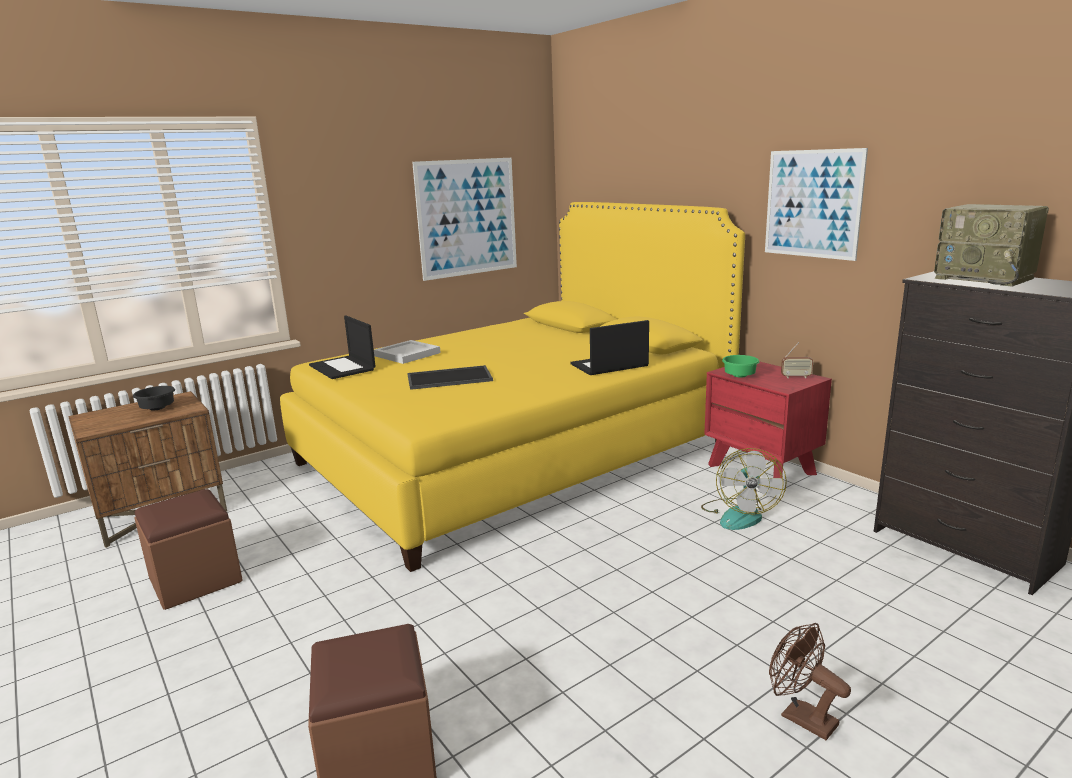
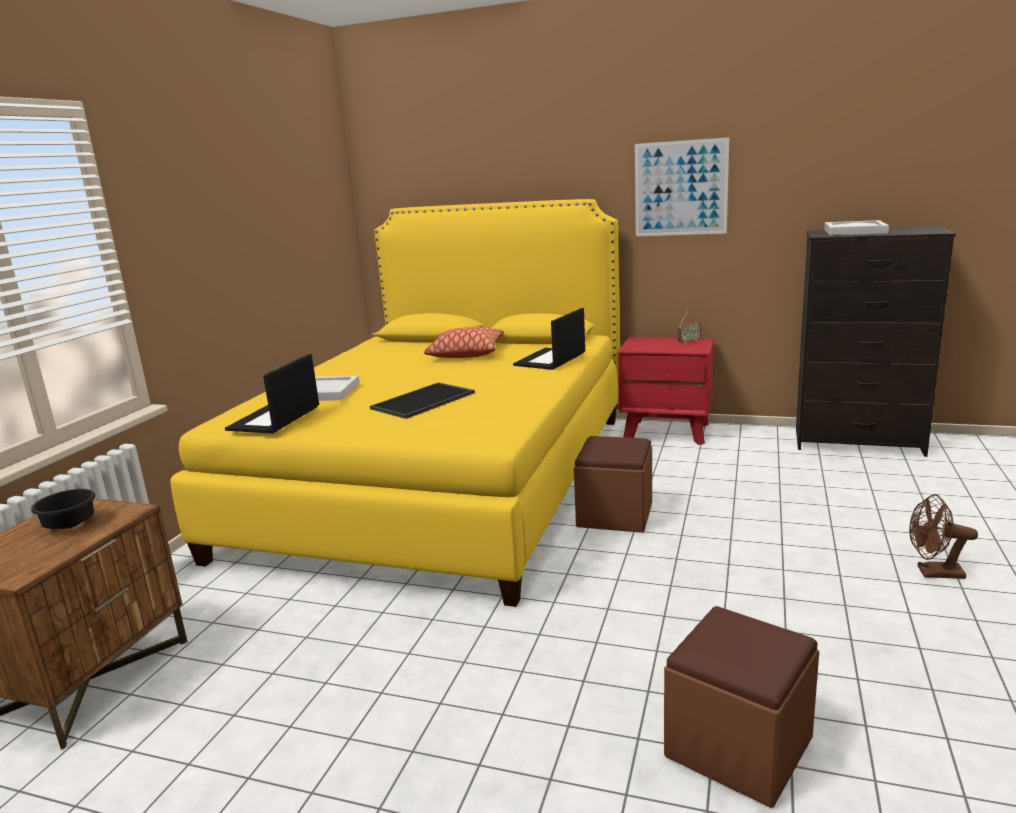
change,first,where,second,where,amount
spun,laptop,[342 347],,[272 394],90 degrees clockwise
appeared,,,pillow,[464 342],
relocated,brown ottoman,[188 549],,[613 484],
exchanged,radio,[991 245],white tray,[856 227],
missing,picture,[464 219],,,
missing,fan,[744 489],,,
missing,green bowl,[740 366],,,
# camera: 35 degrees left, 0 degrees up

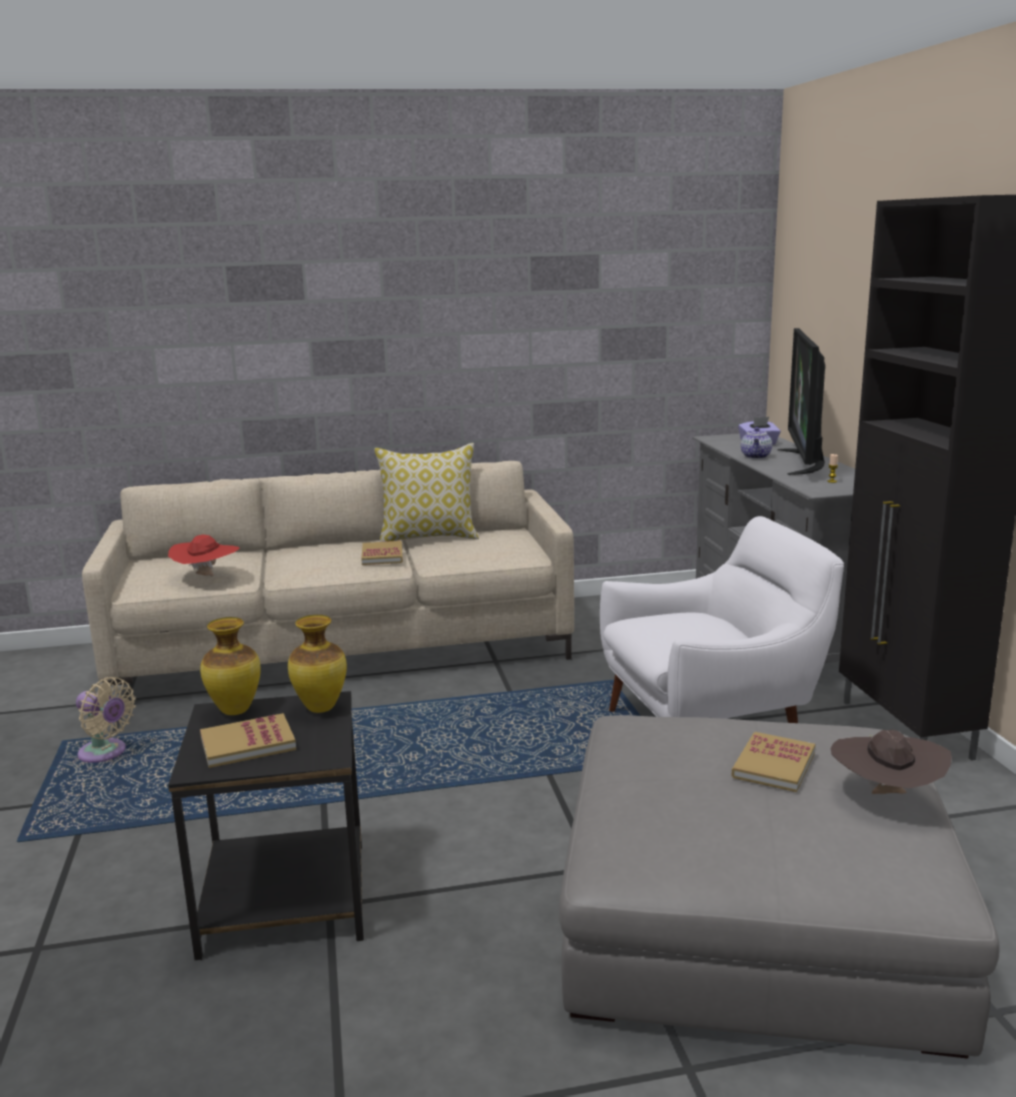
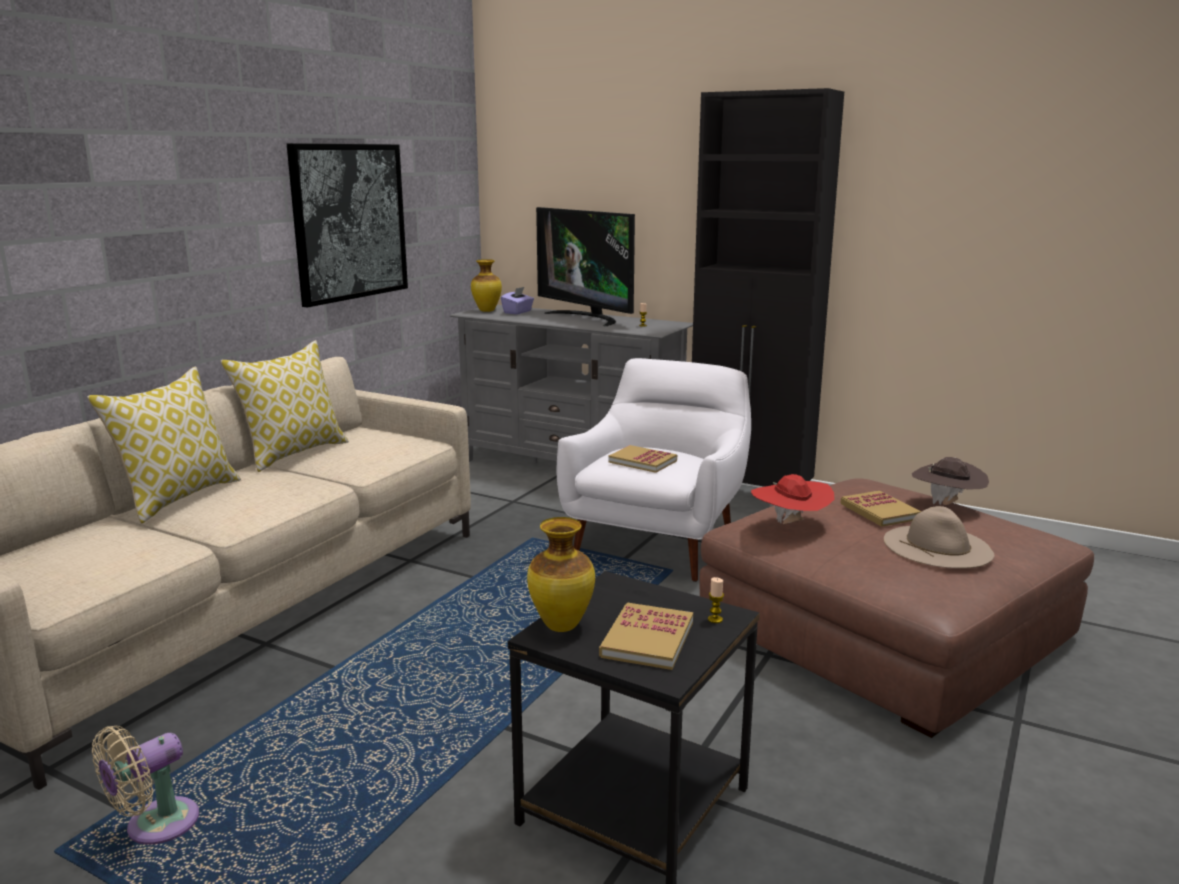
change,first,where,second,where,amount
appeared,,,pillow,[164 444],
spun,beige fan,[106 720],,[145 785],150 degrees clockwise
appeared,,,picture,[347 225],
relocated,vase,[317 664],,[486 285],
relocated,book,[382 553],,[642 459],
colour,grey ottoman,[779 887],brown ottoman,[896 608],
appeared,,,candle,[716 600],
relocated,red hat,[203 555],,[792 499],
appeared,,,beige hat,[939 537],
missing,teapot,[756 443],,,
# camera: 50 degrees left, 0 degrees up

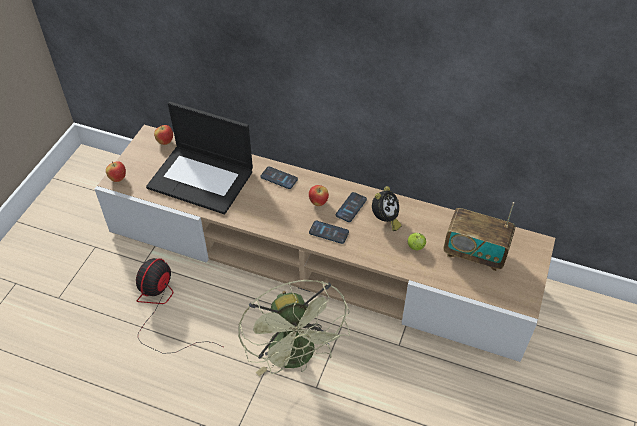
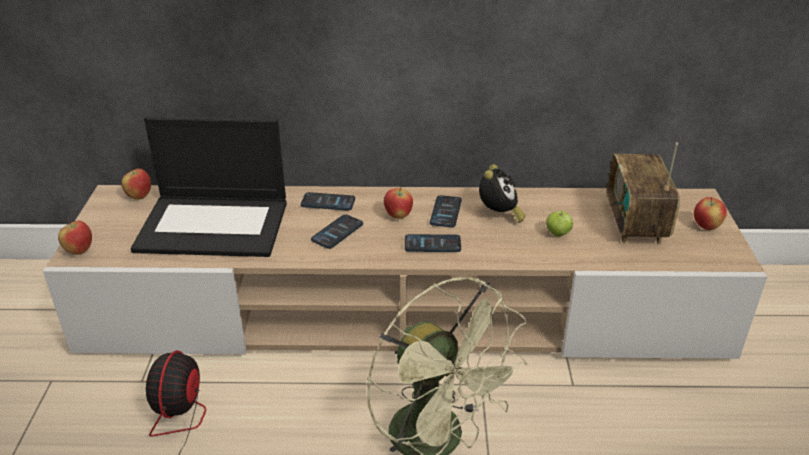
change,first,where,second,where,amount
appeared,,,phone,[337 231],
spun,radio,[479 236],,[643 193],90 degrees clockwise
appeared,,,apple,[710 213],
# camera: 20 degrees left, 15 degrees down

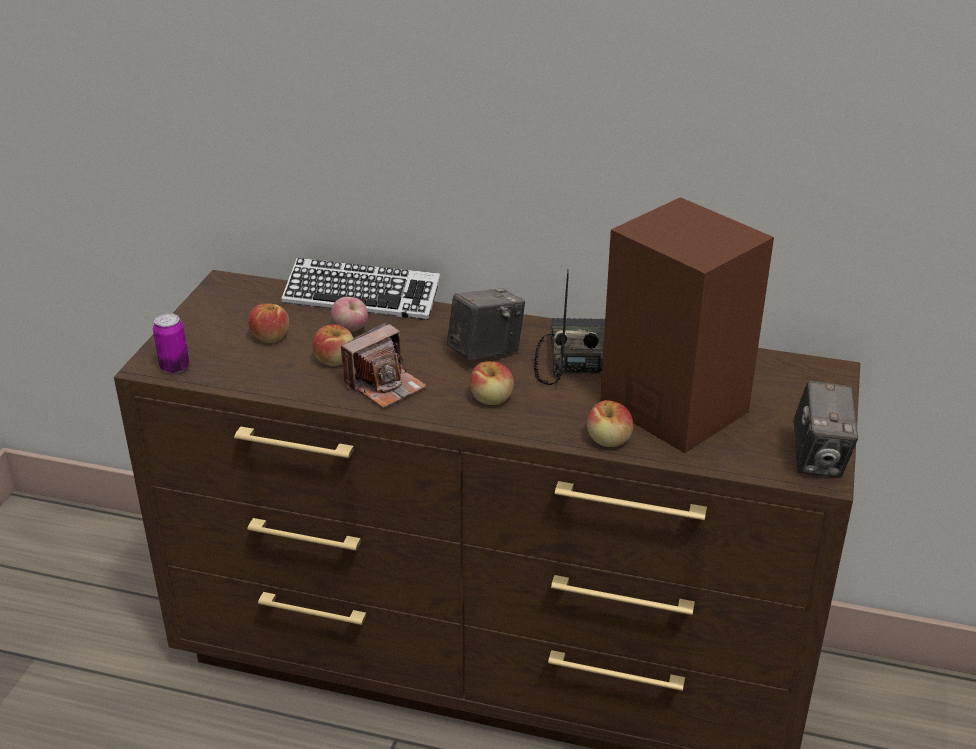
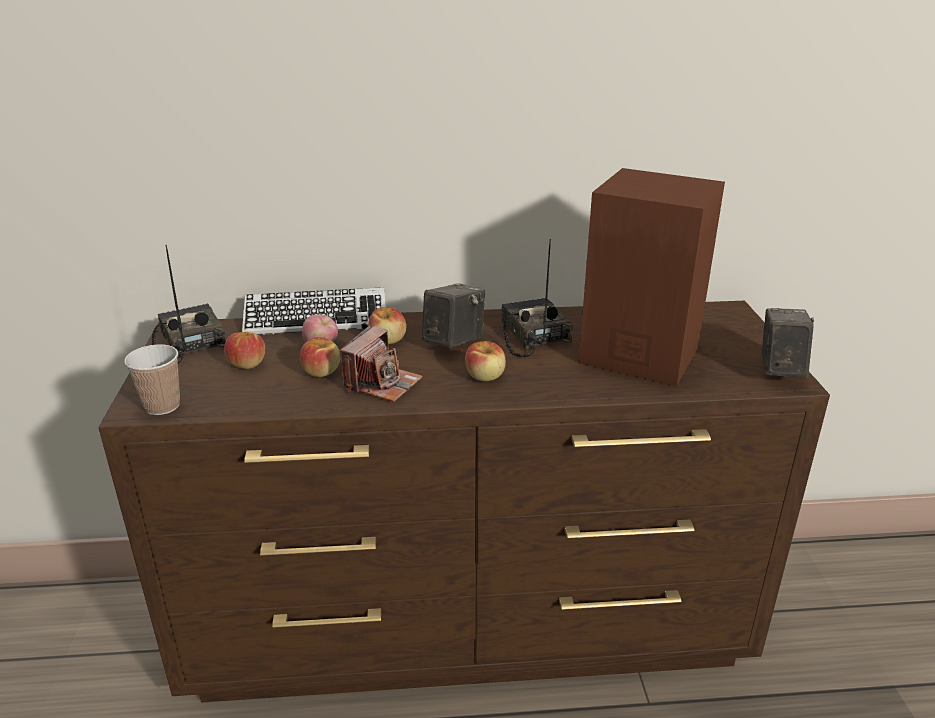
change,first,where,second,where,amount
exchanged,can,[171 343],cup,[152 379],
appeared,,,radio,[189 304],
relocated,apple,[610 423],,[387 325],
spun,photo camera,[825 429],,[788 343],150 degrees counterclockwise
# camera: 20 degrees left, 5 degrees down

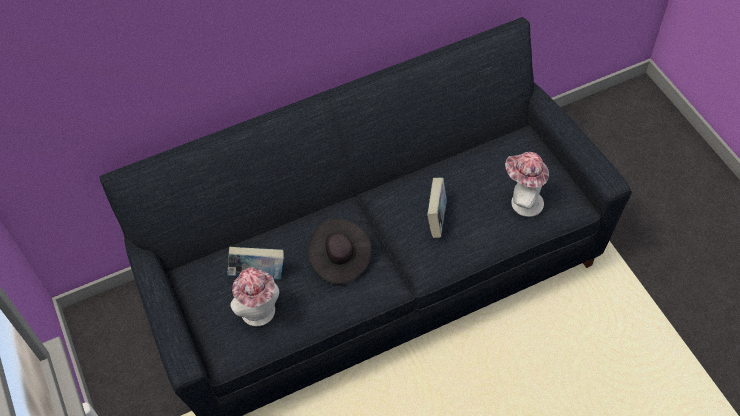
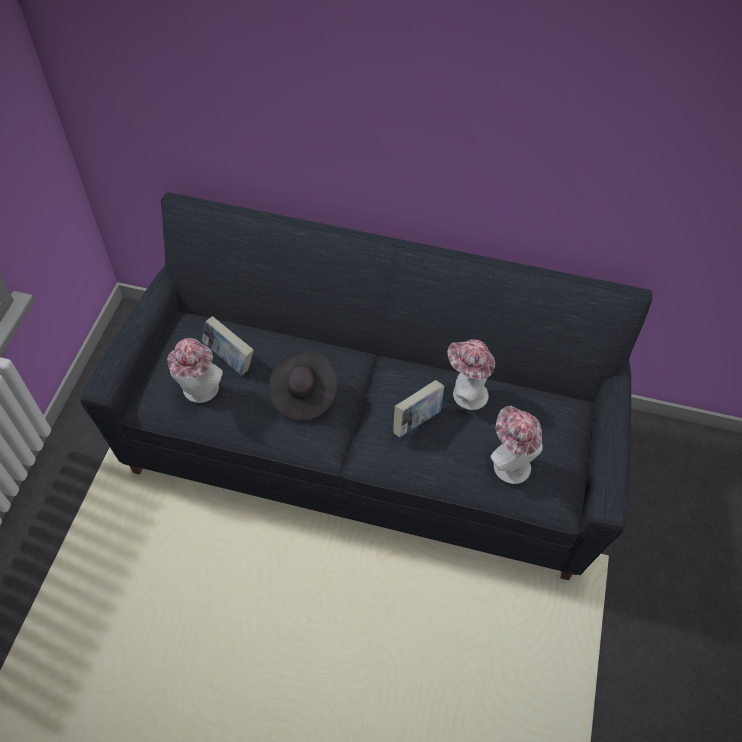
change,first,where,second,where,amount
appeared,,,hat,[471 374],
# camera: 35 degrees right, 0 degrees up

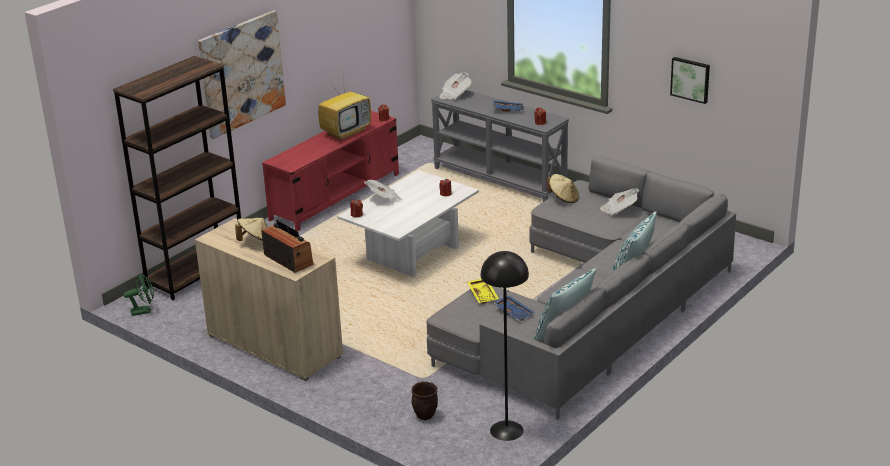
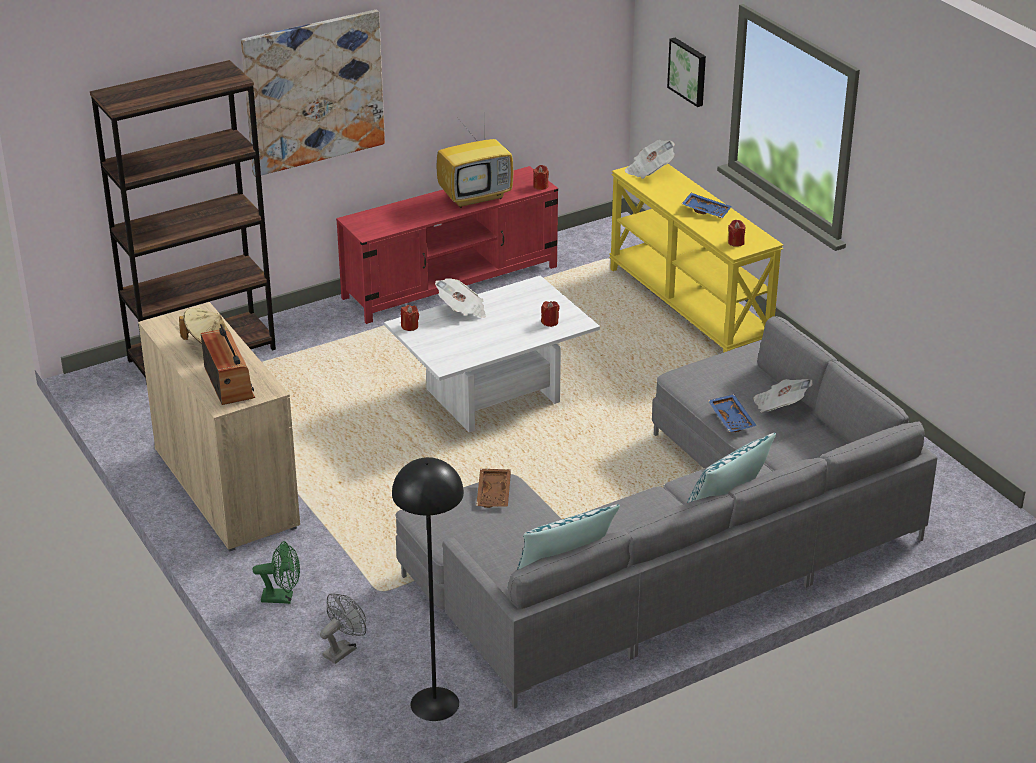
change,first,where,second,where,amount
relocated,green fan,[139 294],,[276 572],
exchanged,brown planter,[424 401],grey fan,[343 628],
colour,yellow tray,[483 291],brown tray,[493 488],
colour,grey console table,[500 146],yellow console table,[696 258],
relocated,picture,[690 80],,[686 72],
relocated,blue tray,[513 308],,[732 413],
missing,beige hat,[563 188],,,
# camera: 20 degrees right, 5 degrees up

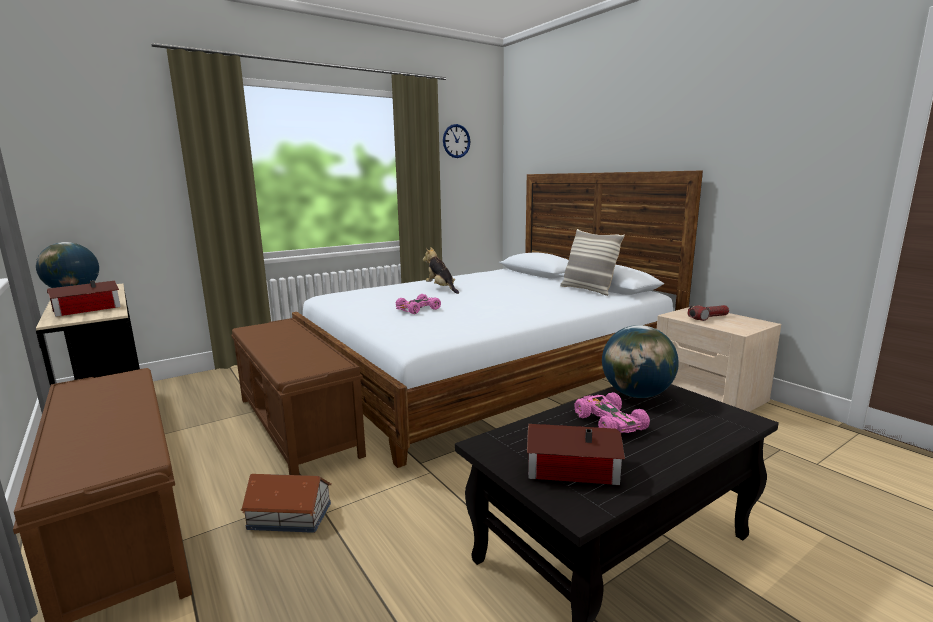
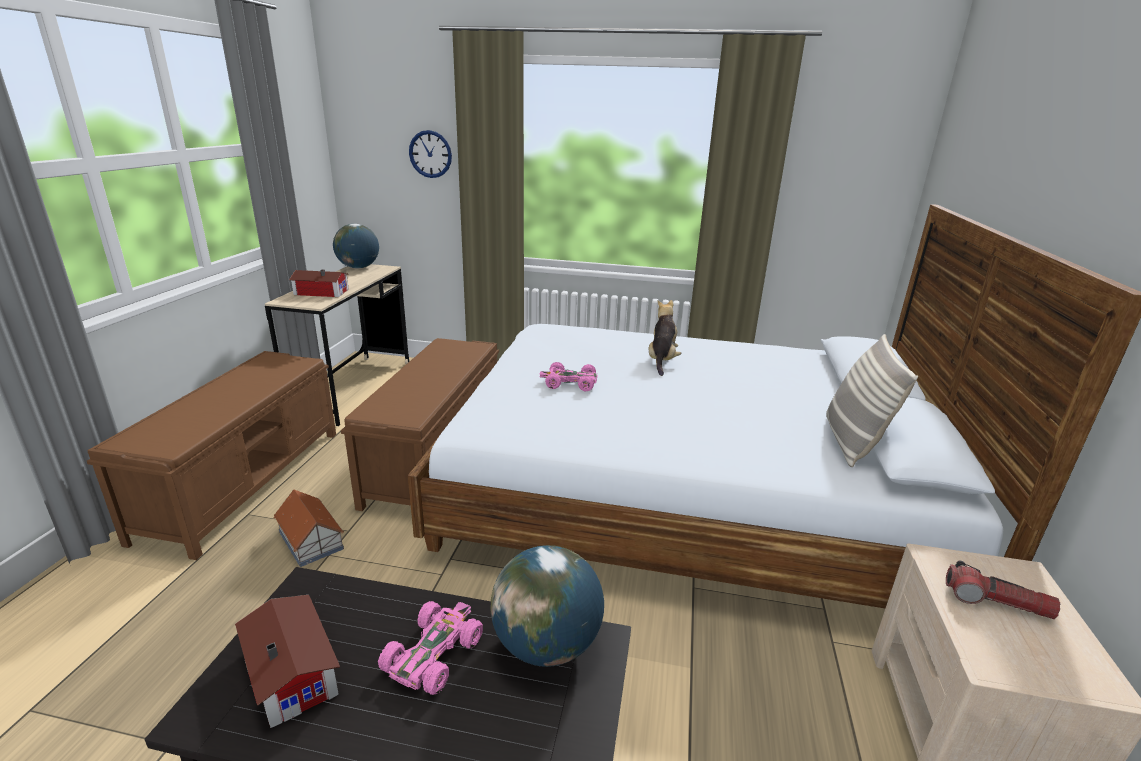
change,first,where,second,where,amount
relocated,wall clock,[456 141],,[430 154],
# camera: 45 degrees right, 10 degrees up

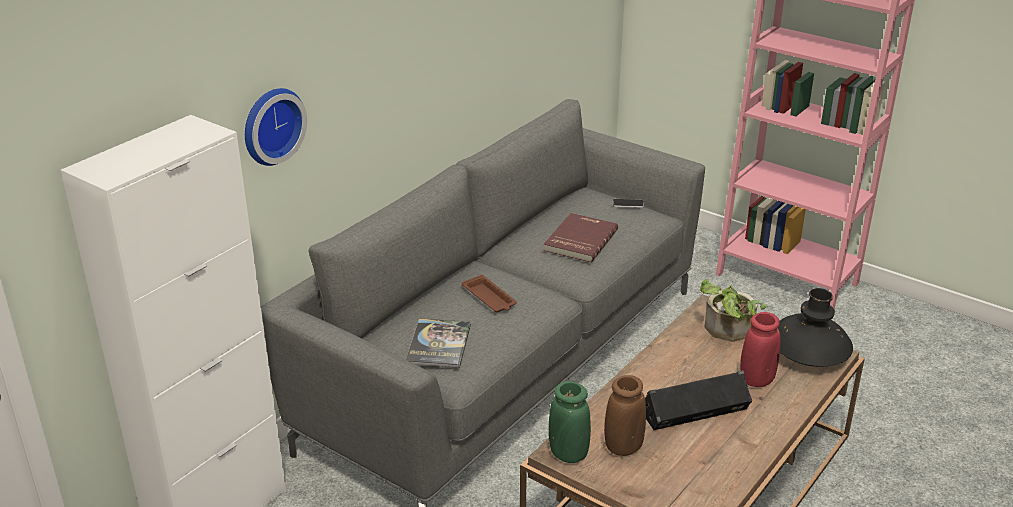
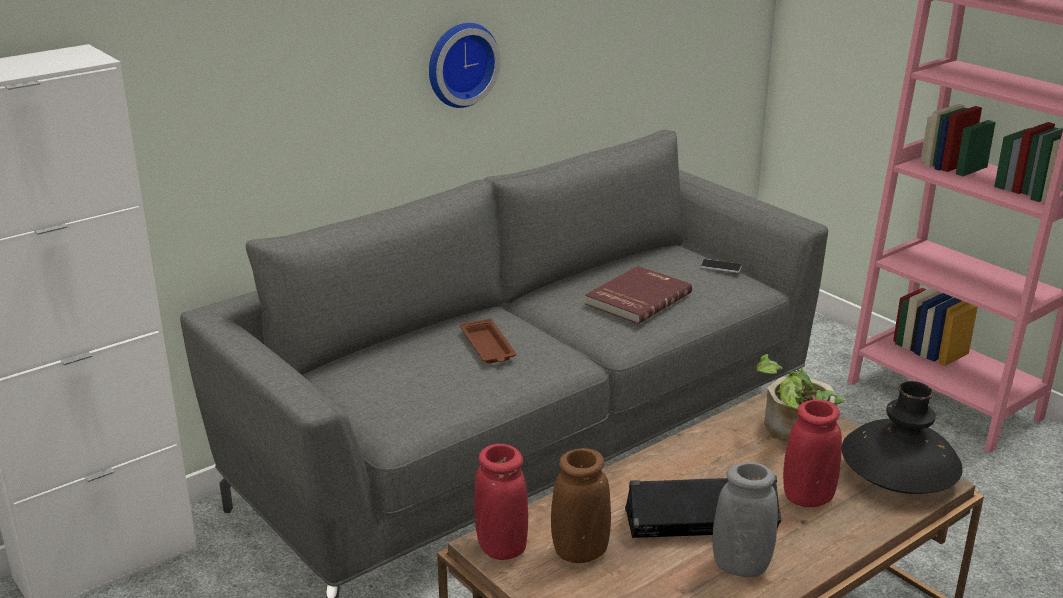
change,first,where,second,where,amount
relocated,wall clock,[276 127],,[465 65],
colour,green vase,[570 422],red vase,[501 502],
appeared,,,grey vase,[745 519],
missing,book,[438 343],,,
# camera: 15 degrees right, 5 degrees down

